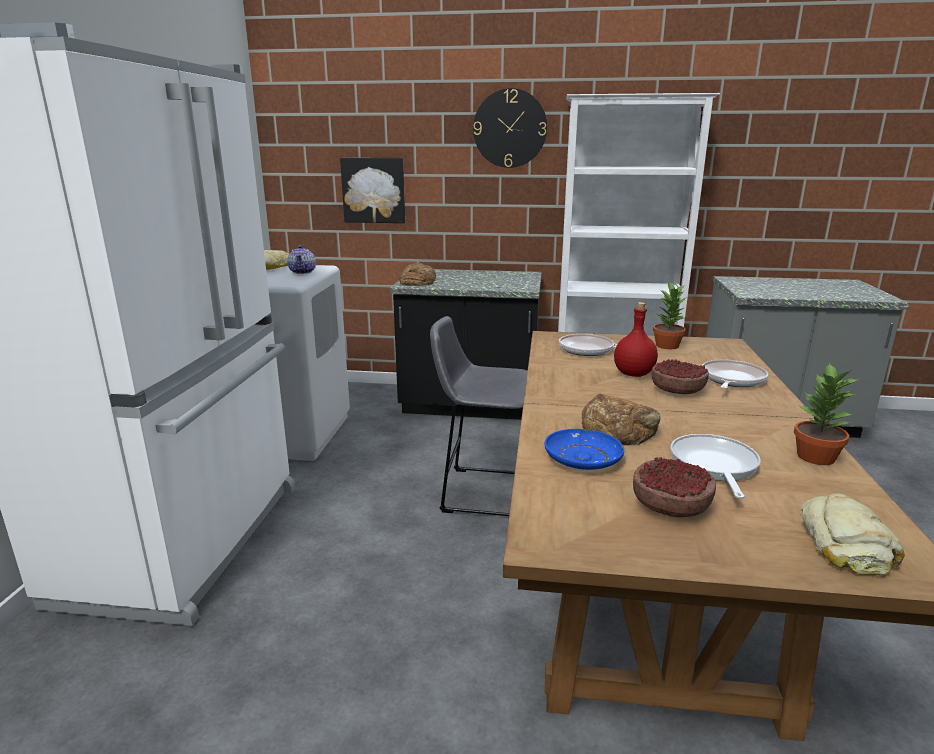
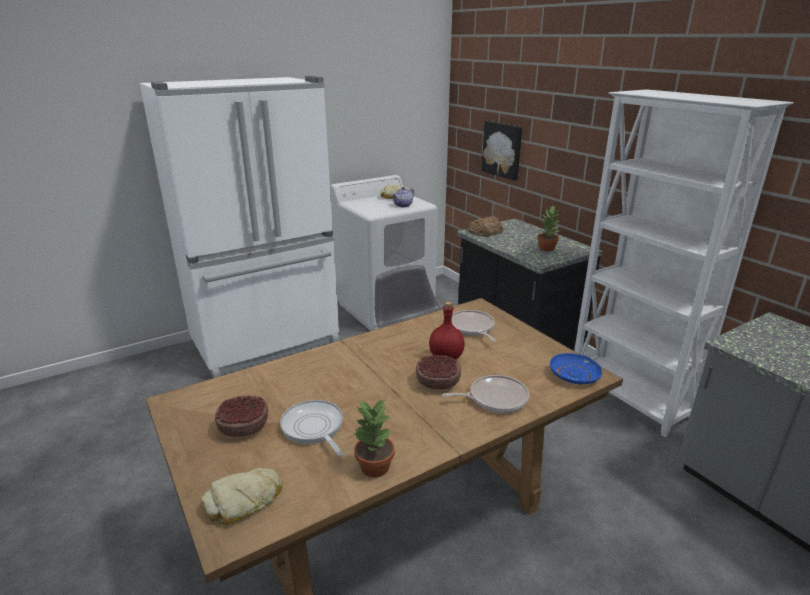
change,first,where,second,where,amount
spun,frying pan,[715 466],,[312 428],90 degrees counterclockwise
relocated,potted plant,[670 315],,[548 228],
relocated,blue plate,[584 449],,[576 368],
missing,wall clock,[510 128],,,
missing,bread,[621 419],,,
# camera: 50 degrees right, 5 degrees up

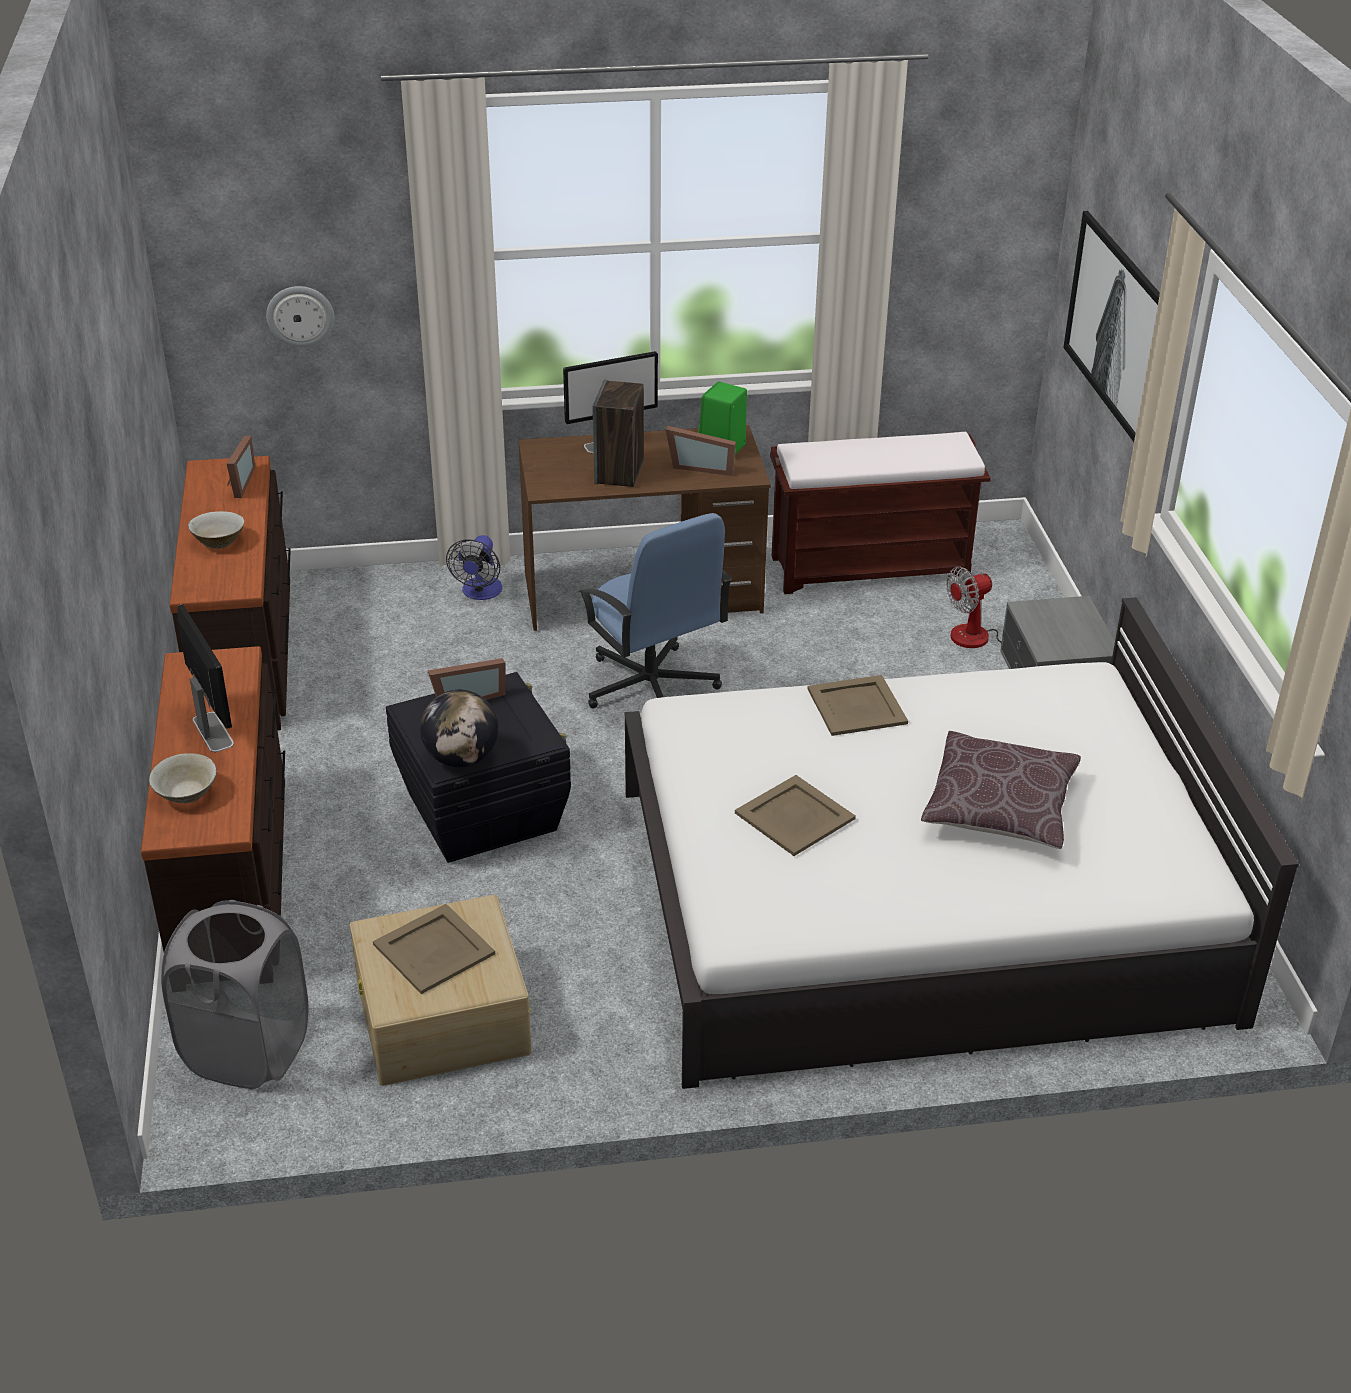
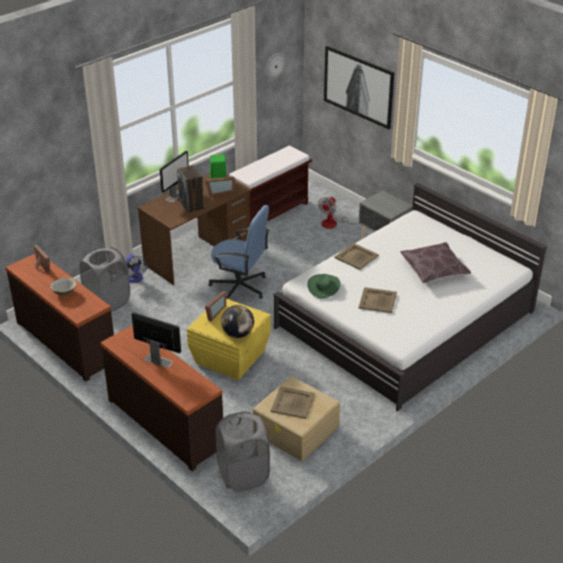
change,first,where,second,where,amount
appeared,,,grey laundry basket,[104 279],
colour,black storage box,[478 767],yellow storage box,[229 339],
relocated,wall clock,[300 316],,[276 66],
appeared,,,green hat,[324 286],
missing,beige bowl,[183 778],,,
# camera: 35 degrees left, 0 degrees up

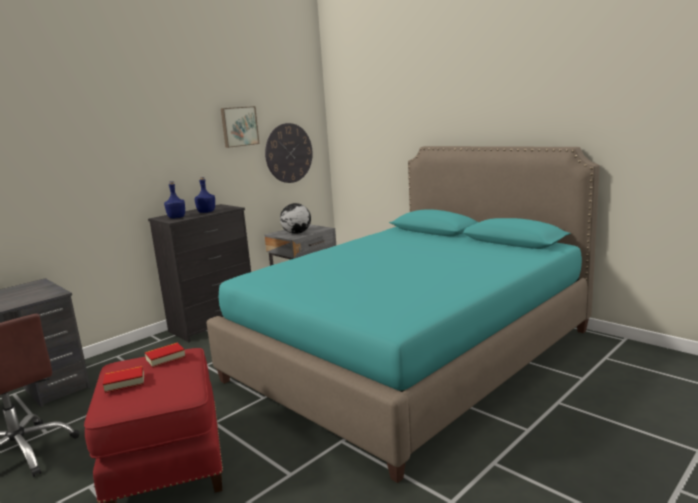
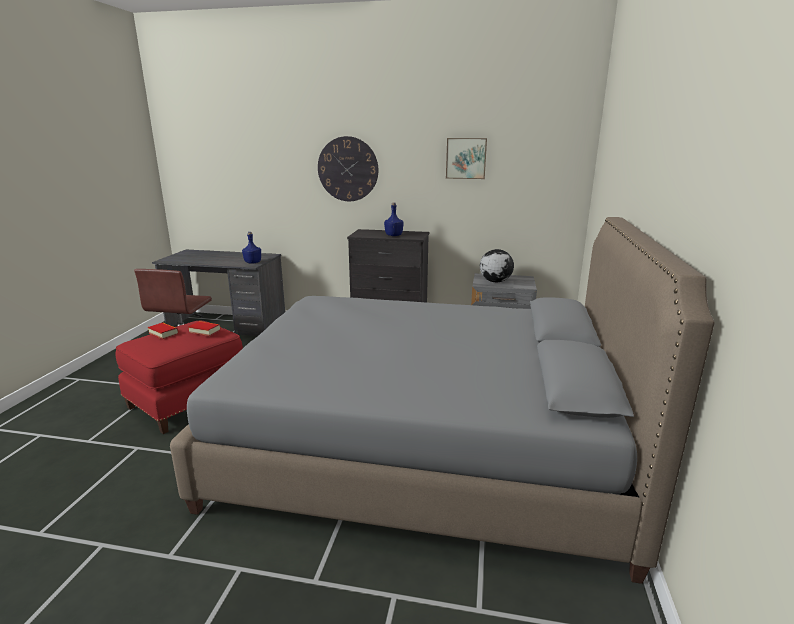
change,first,where,second,where,amount
colour,turquoise bed,[403 314],grey bed,[442 400],
relocated,blue bottle,[174 200],,[251 248],
relocated,wall clock,[289 153],,[348 168],
# camera: 55 degrees right, 5 degrees up

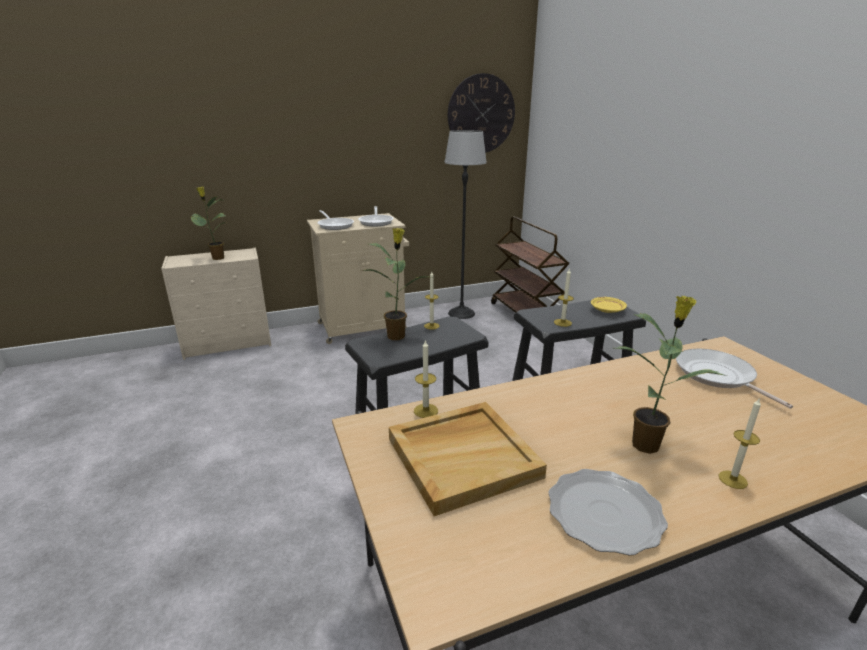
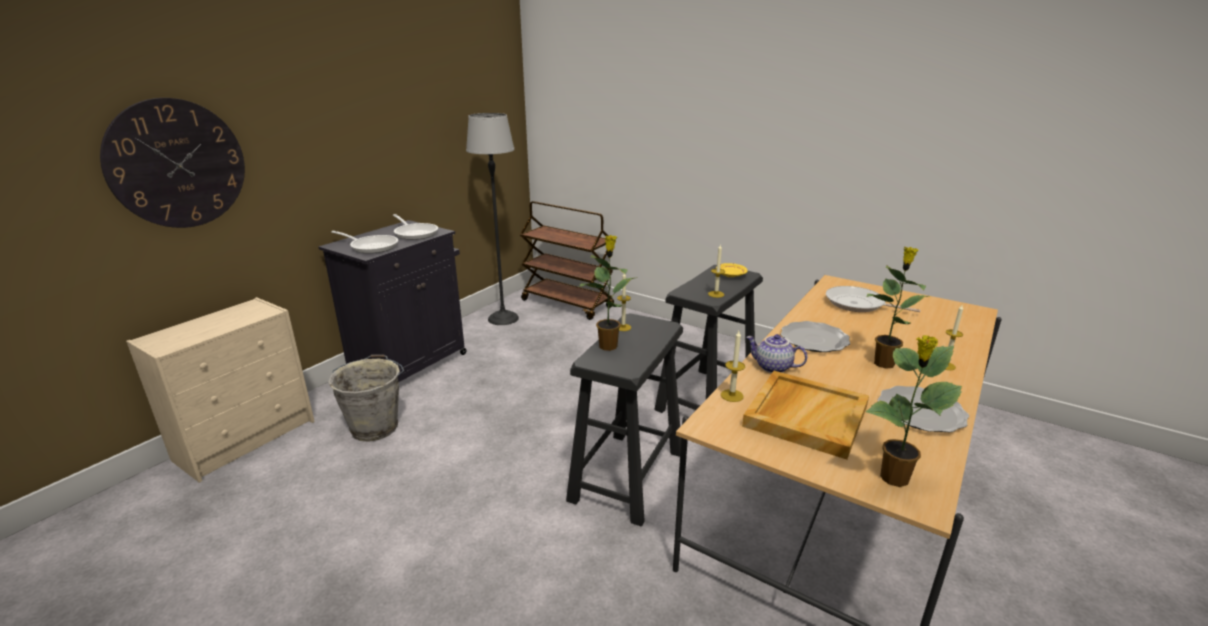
change,first,where,second,where,amount
relocated,wall clock,[481 113],,[172 163],
colour,beige cabinet,[358 278],black cabinet,[392 301],
appeared,,,grey bucket,[366 398],
appeared,,,teapot,[776 353],
appeared,,,plate,[815 336],
relocated,potted plant,[208 223],,[913 411],
# camera: 35 degrees left, 0 degrees up

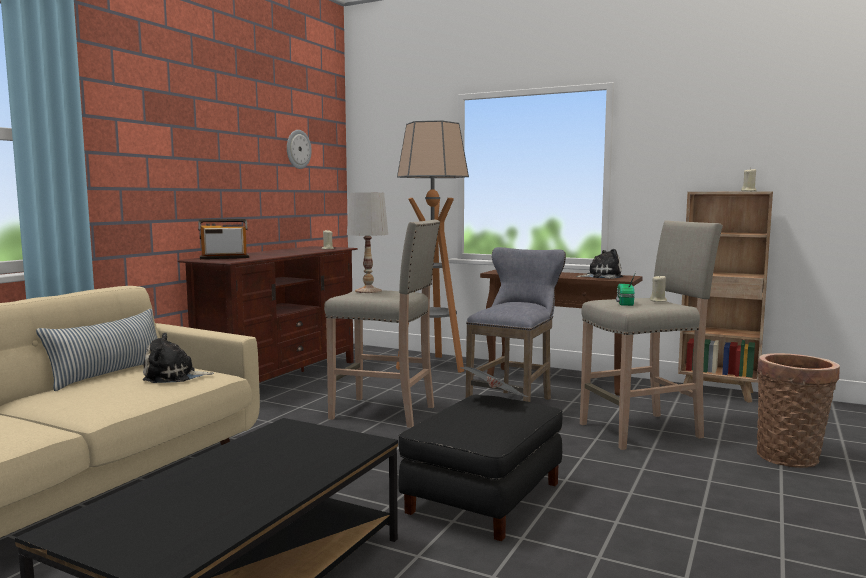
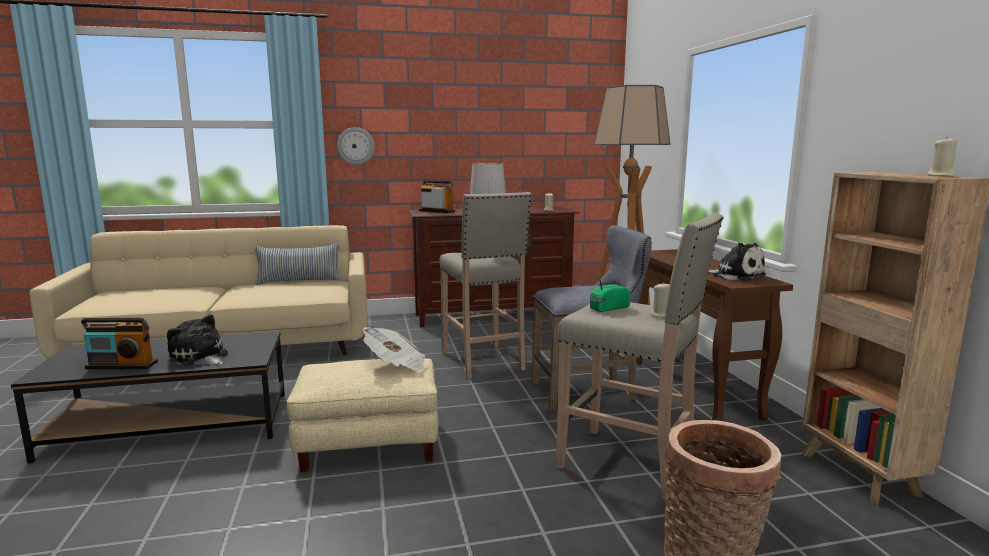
change,first,where,second,where,amount
appeared,,,radio,[119 343],
relocated,plush toy,[178 358],,[197 340],
colour,black ottoman,[481 467],beige ottoman,[363 415],
relocated,wall clock,[299 149],,[356 146],
# camera: 50 degrees right, 5 degrees up

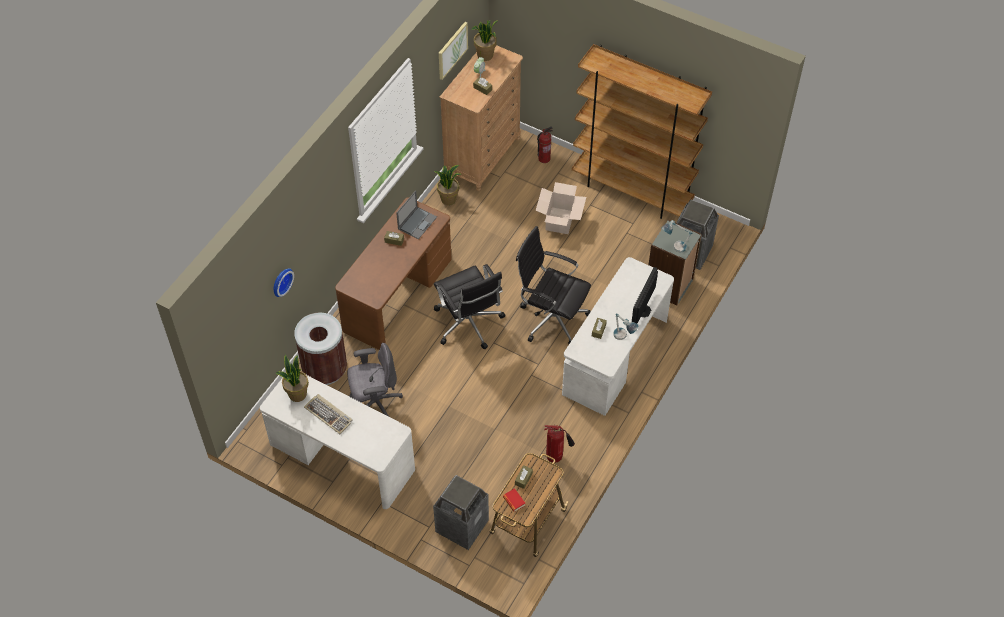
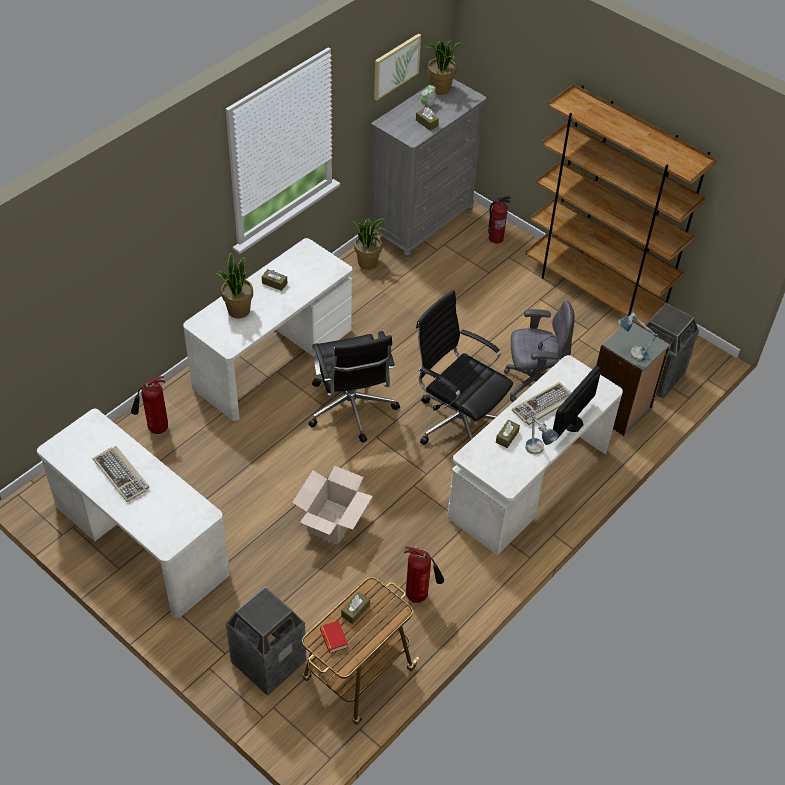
change,first,where,second,where,amount
exchanged,brown trash can,[320 348],fire extinguisher,[149 405],
colour,brown desk,[393 273],white desk,[267 329],
relocated,potted plant,[292 378],,[234 285],
relocated,cardboard box,[560 208],,[332 505],
colour,brown dresser,[481 118],grey dresser,[428 170],
relocated,grey office chair,[375 380],,[539 351],
appeared,,,keyboard,[541 403],
missing,wall clock,[283 282],,,
missing,laptop,[416 215],,,
# camera: 10 degrees right, 5 degrees down

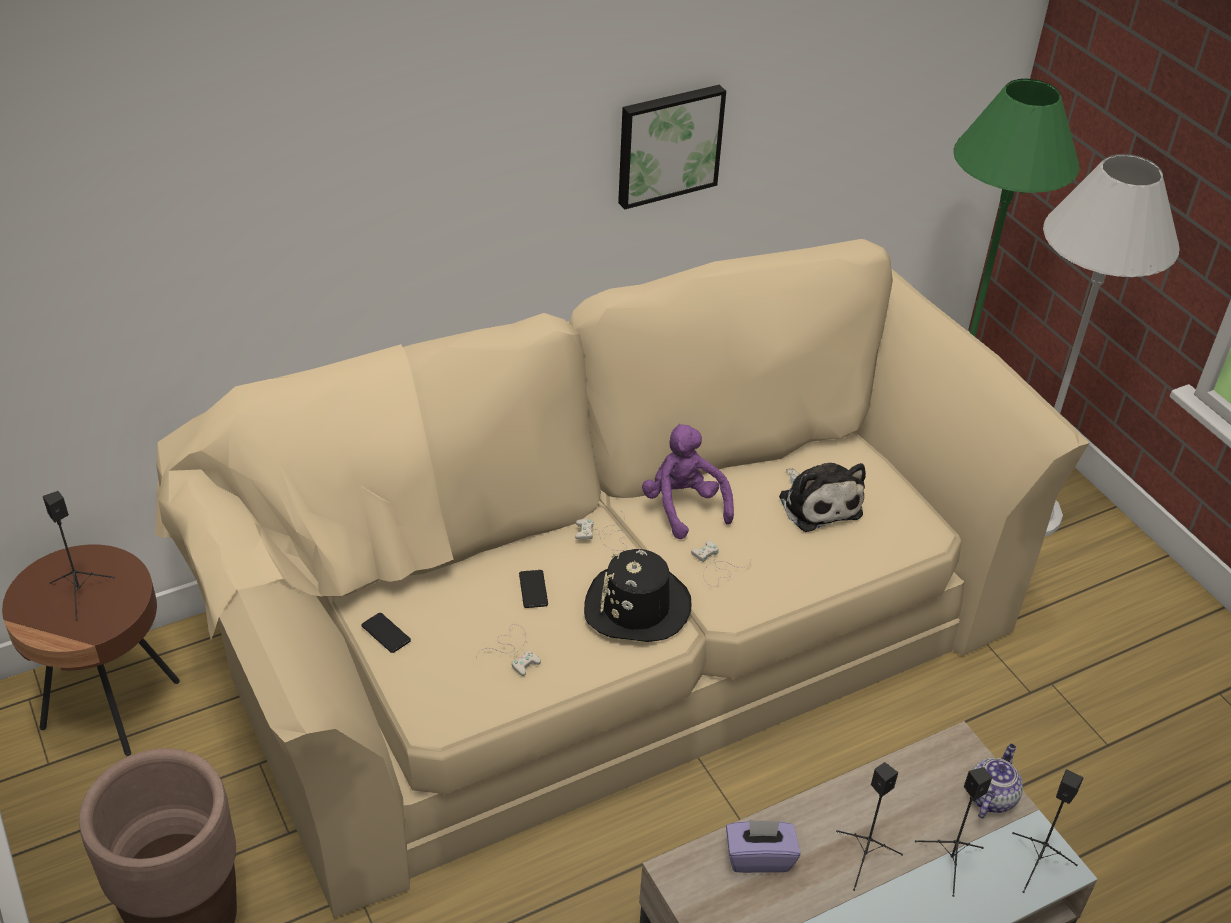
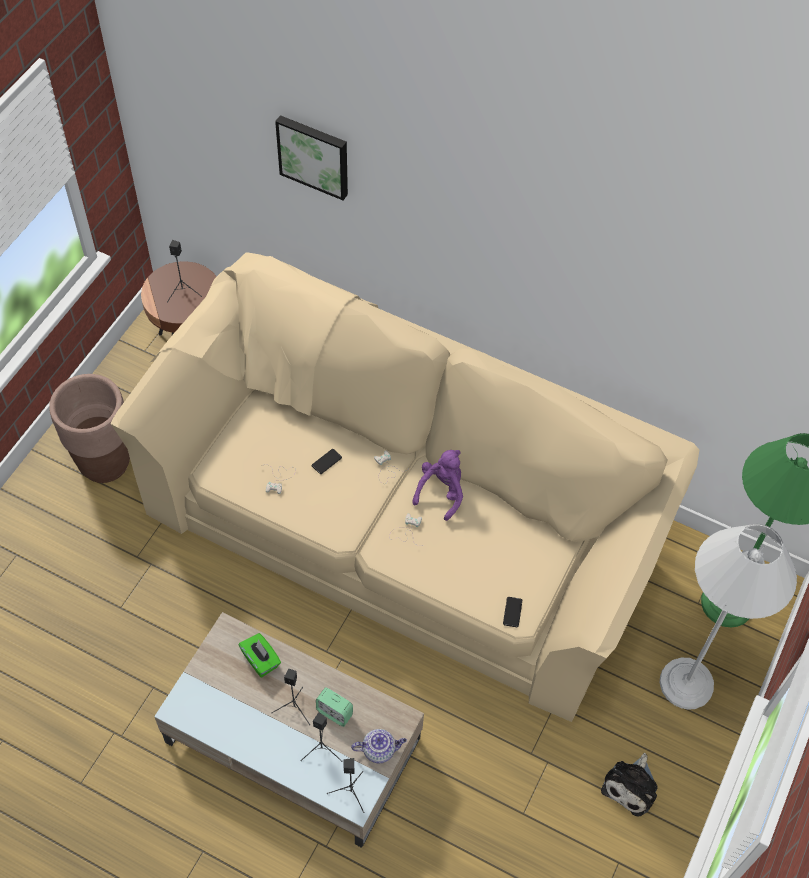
change,first,where,second,where,amount
colour,purple tissue box,[763 846],green tissue box,[260 655],
relocated,picture,[672 147],,[311 157],
appeared,,,alarm clock,[334 707],
relocated,phone,[386 633],,[513 612],
relocated,plush toy,[822 497],,[629 784],
missing,black hat,[638 595],,,
# camera: 55 degrees right, 15 degrees up

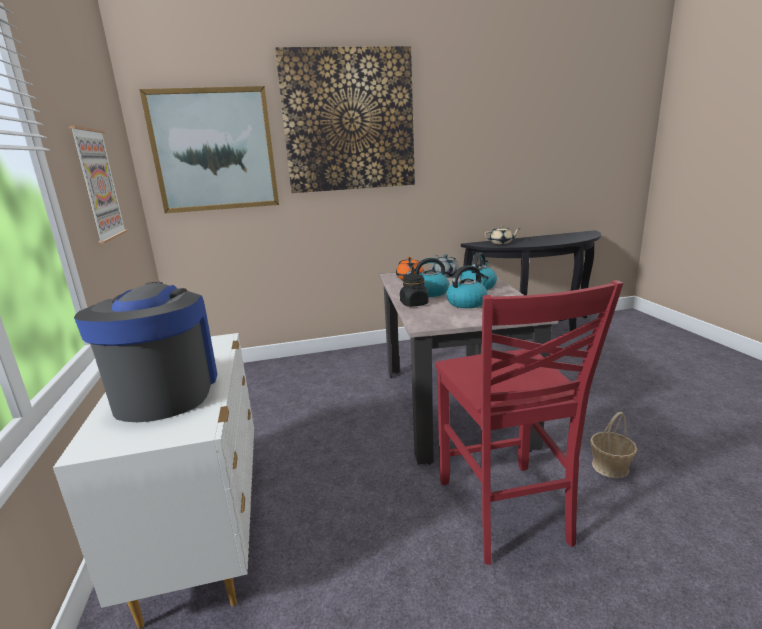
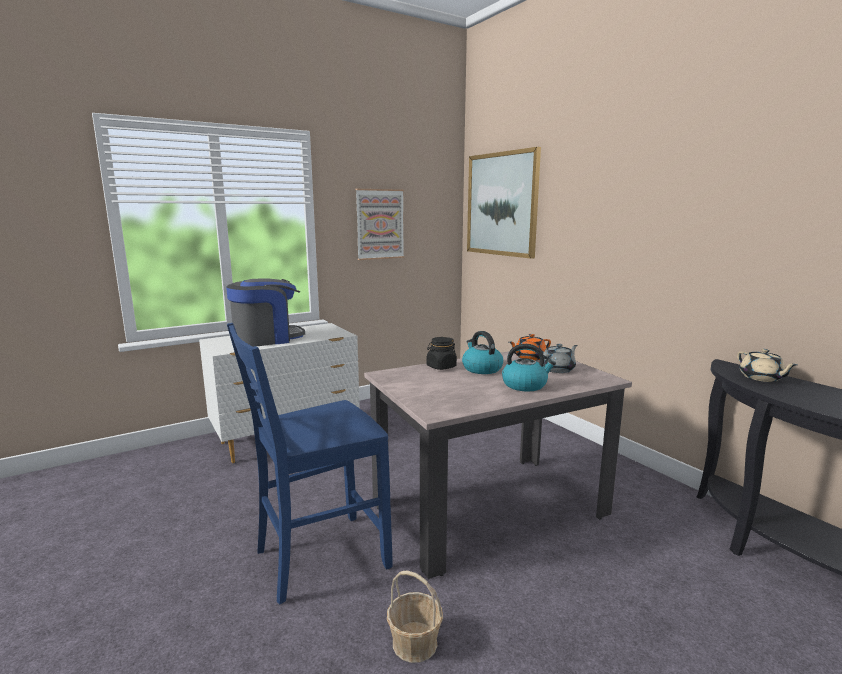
change,first,where,second,where,amount
colour,red chair,[529 422],blue chair,[310 463],
missing,picture,[345 119],,,
missing,kettle,[467 286],,,
# camera: 70 degrees right, 5 degrees down

